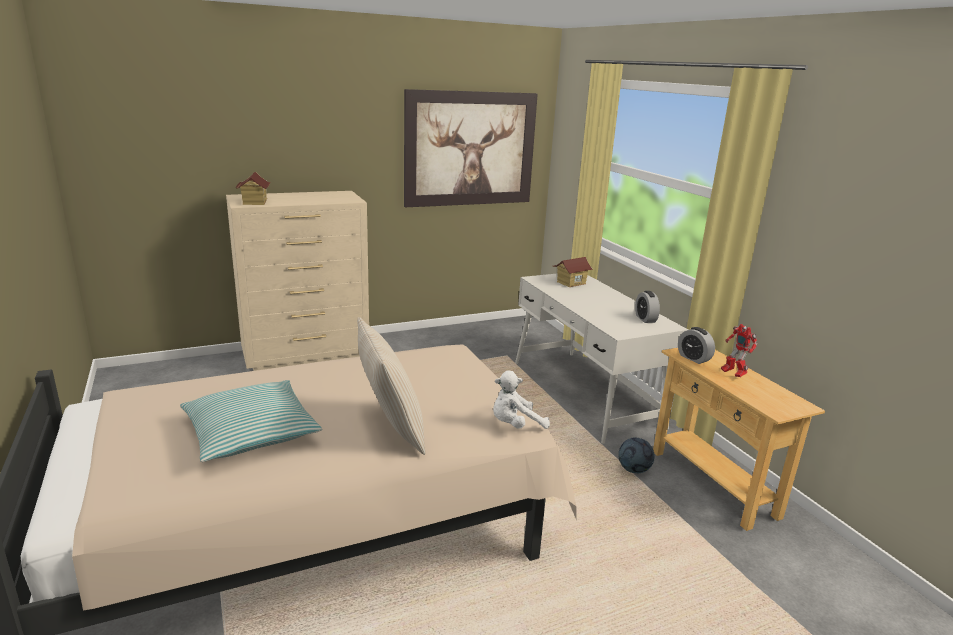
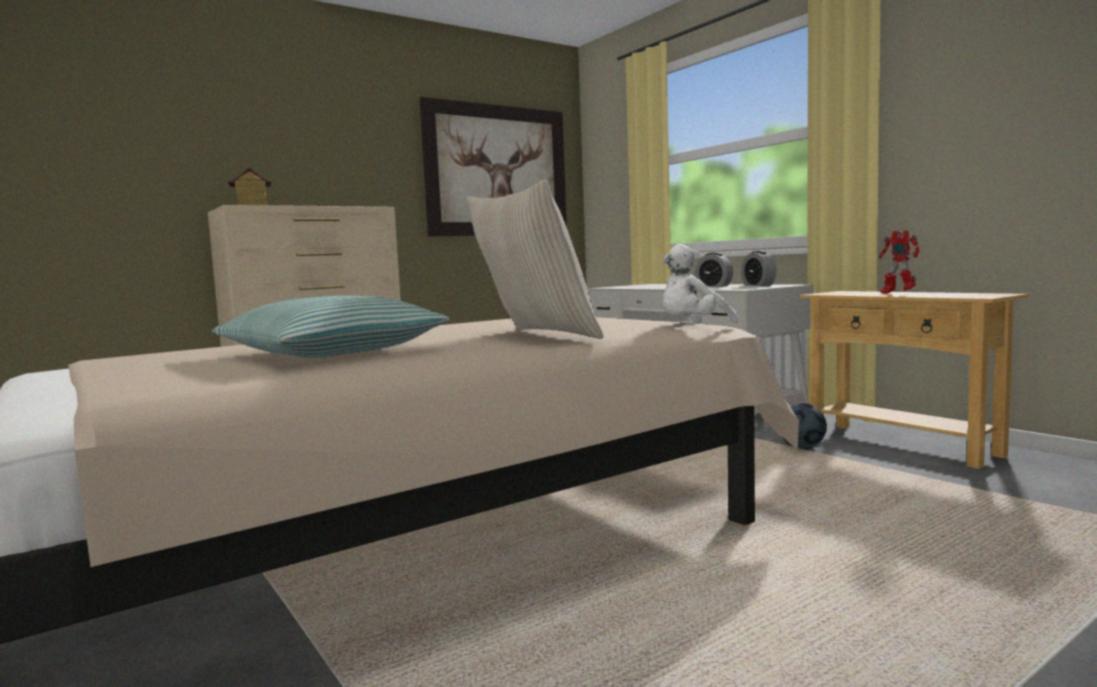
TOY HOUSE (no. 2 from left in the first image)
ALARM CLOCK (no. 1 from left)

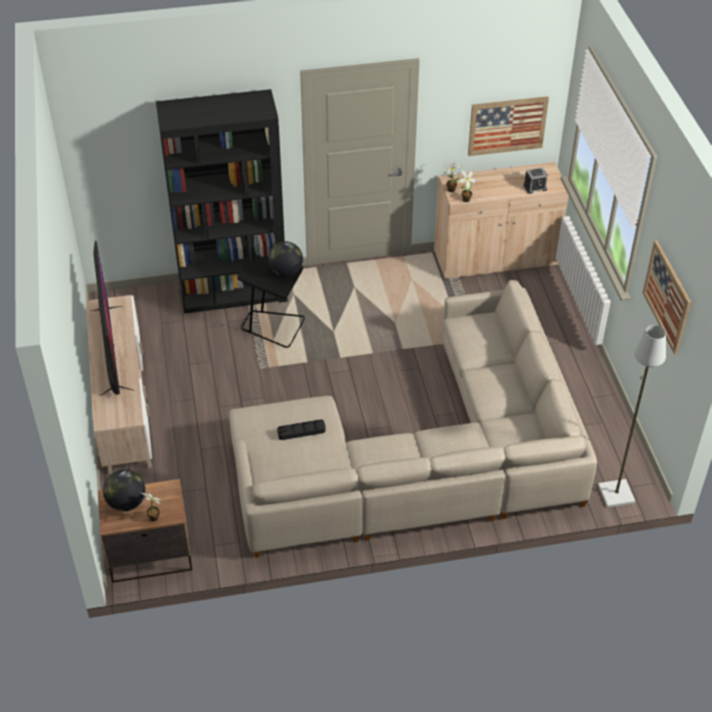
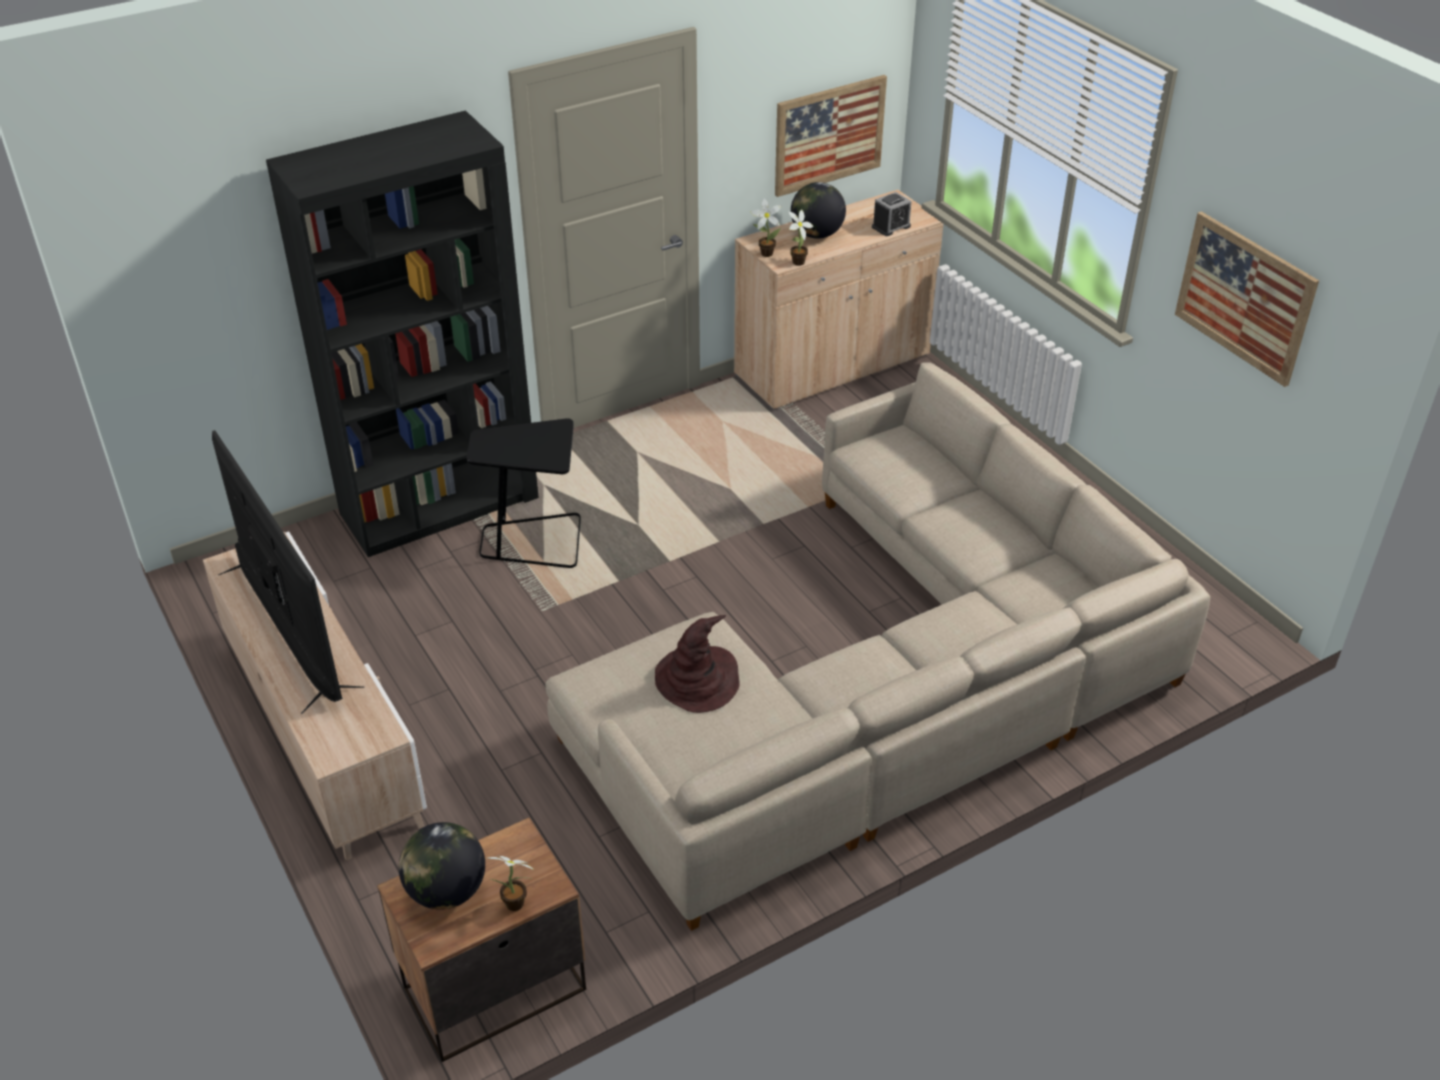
GREY FLOOR LAMP
GLOBE (no. 2 from left)
BROWN HAT

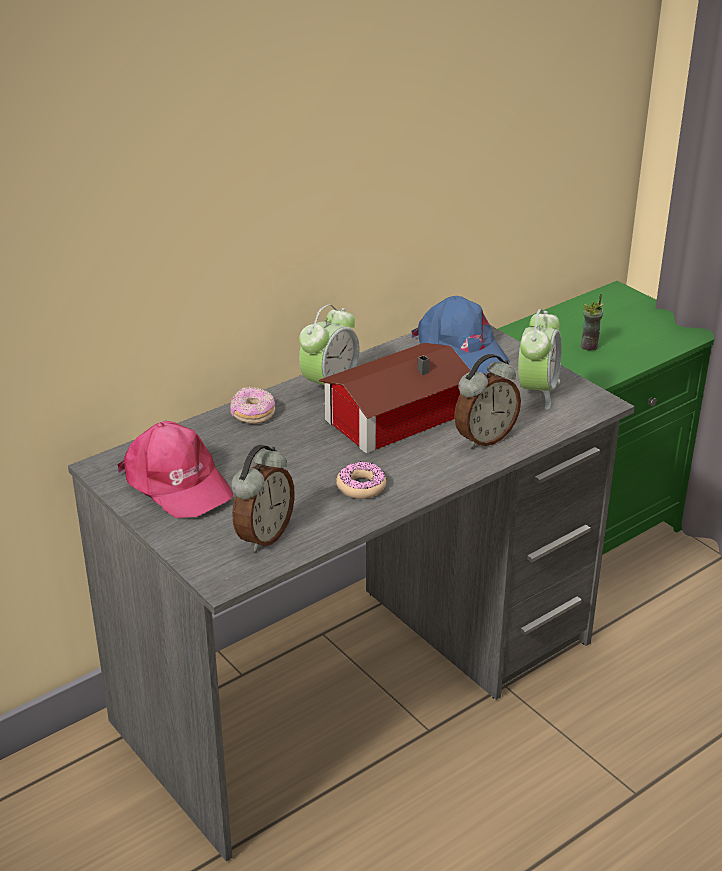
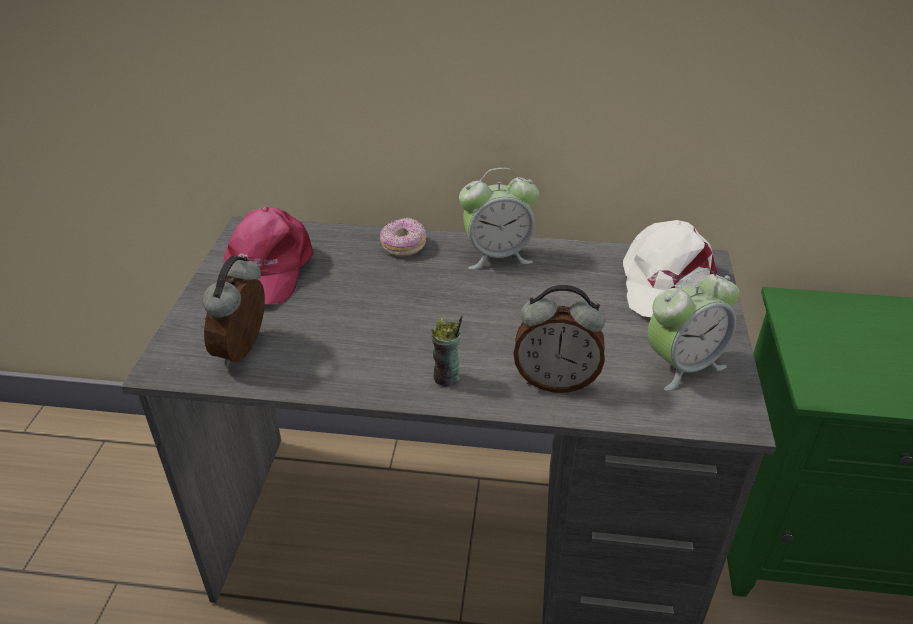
TOY HOUSE
DONUT (no. 2 from left in the first image)
CUP
WHITE CAP
ALARM CLOCK (no. 1 from left)

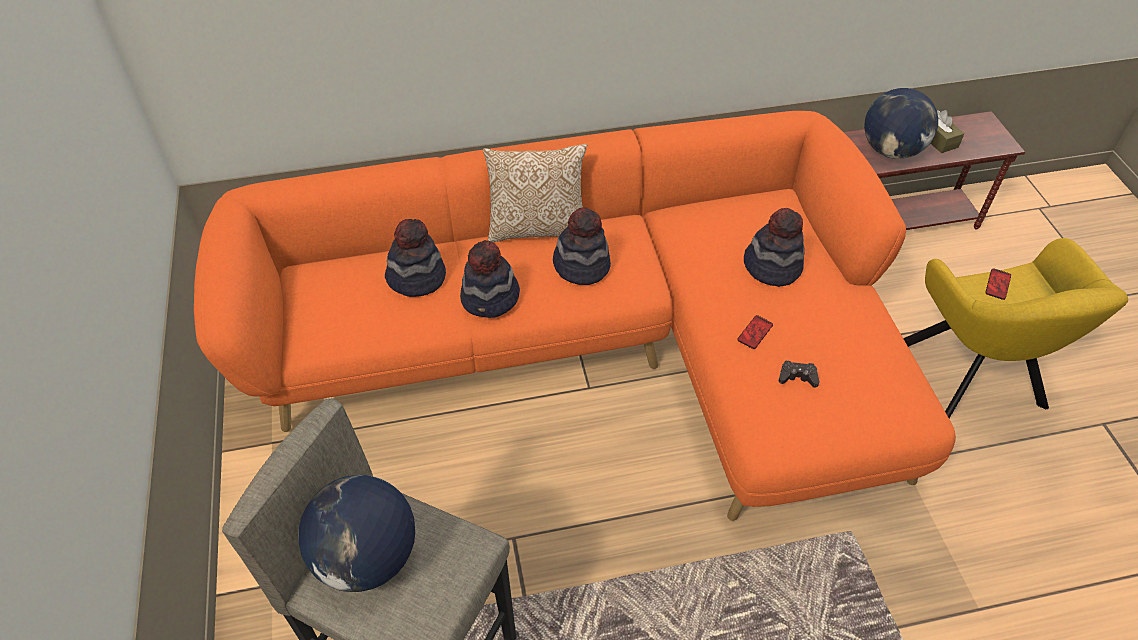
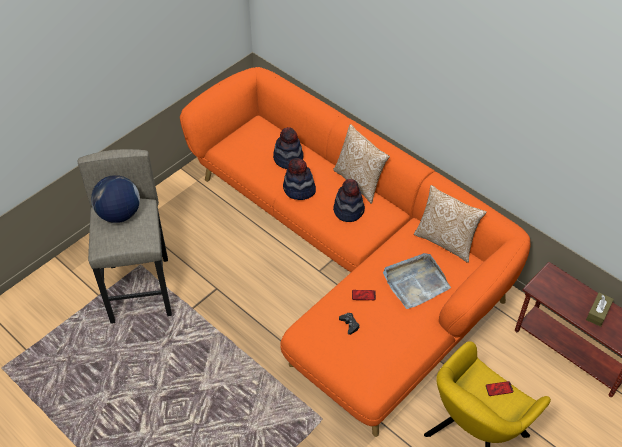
GLOBE (no. 2 from left in the first image)
PILLOW (no. 2 from left)
GREY TRAY

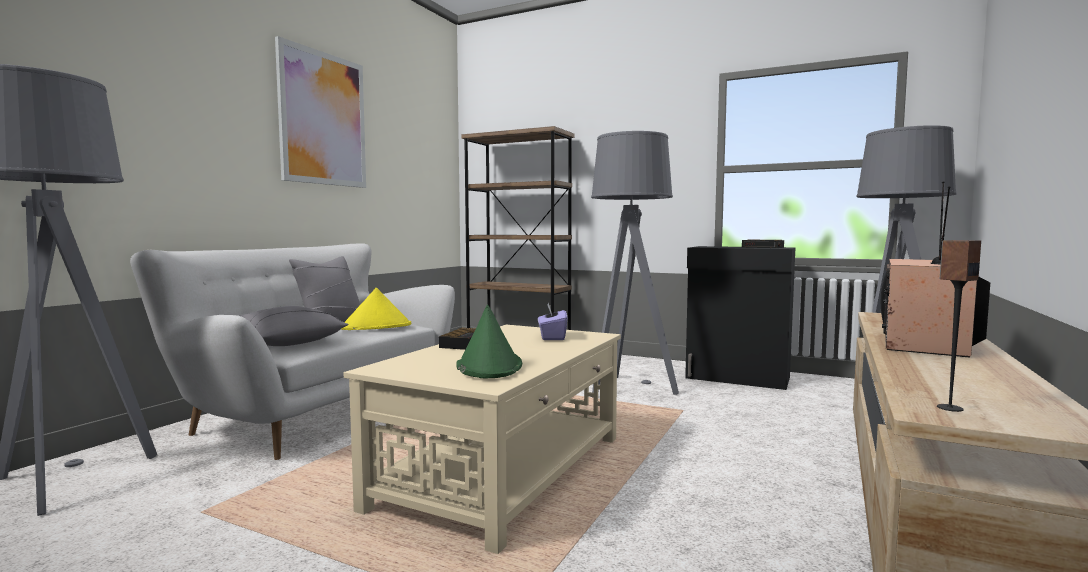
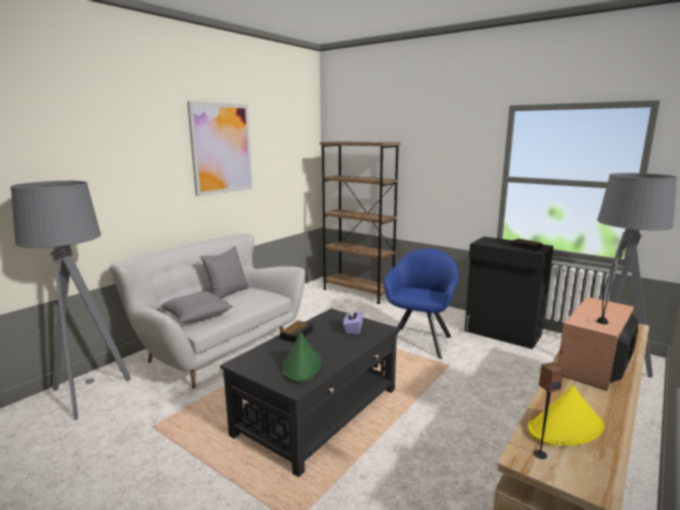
YELLOW HAT
BLUE ARMCHAIR
BLACK COFFEE TABLE

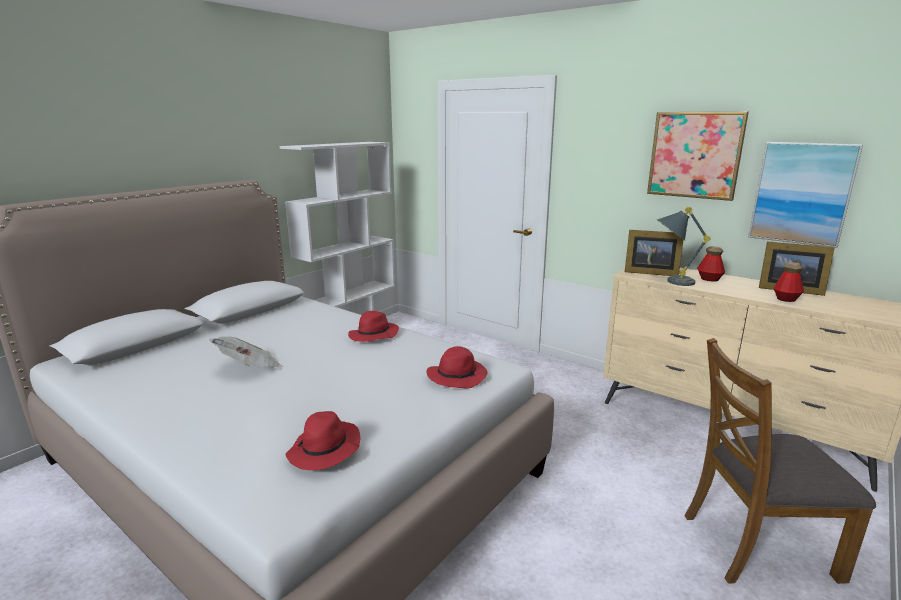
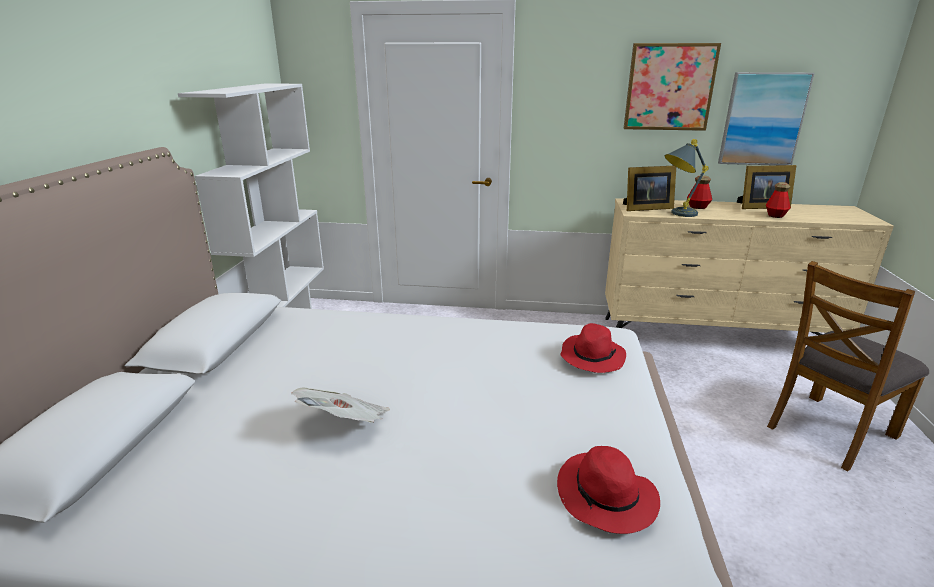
RED HAT (no. 2 from left in the first image)

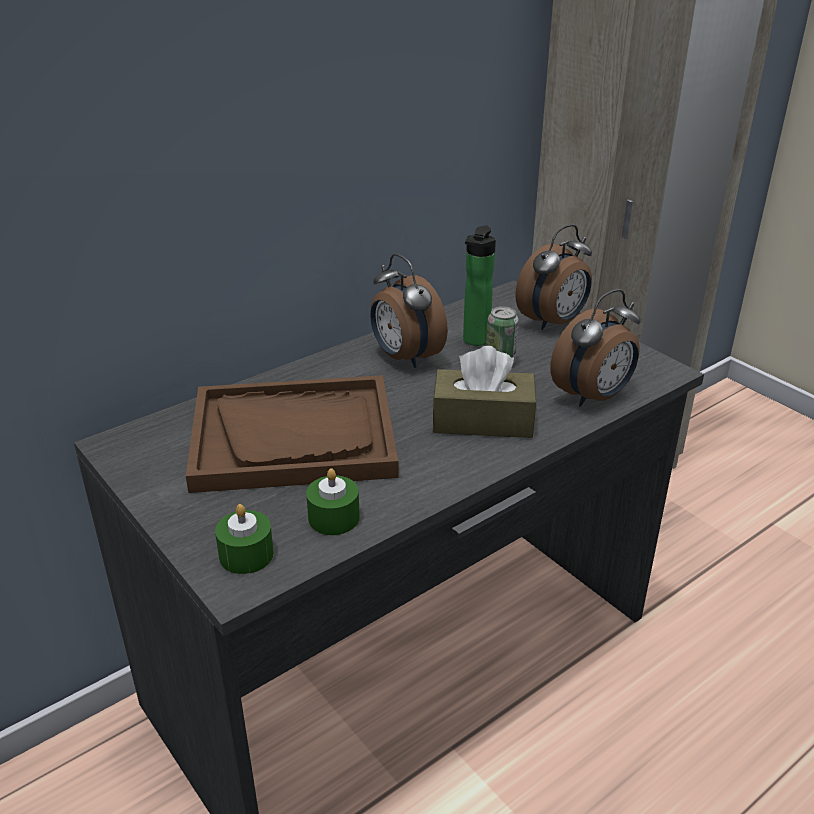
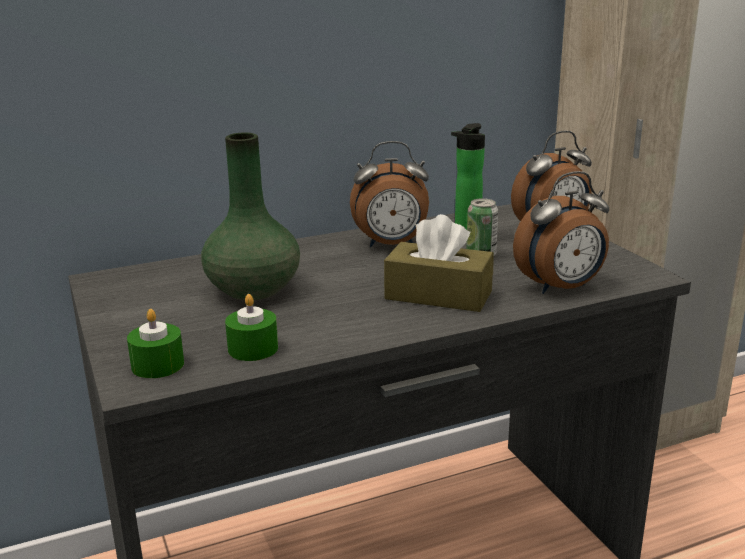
GREEN VASE
ALARM CLOCK (no. 1 from left)

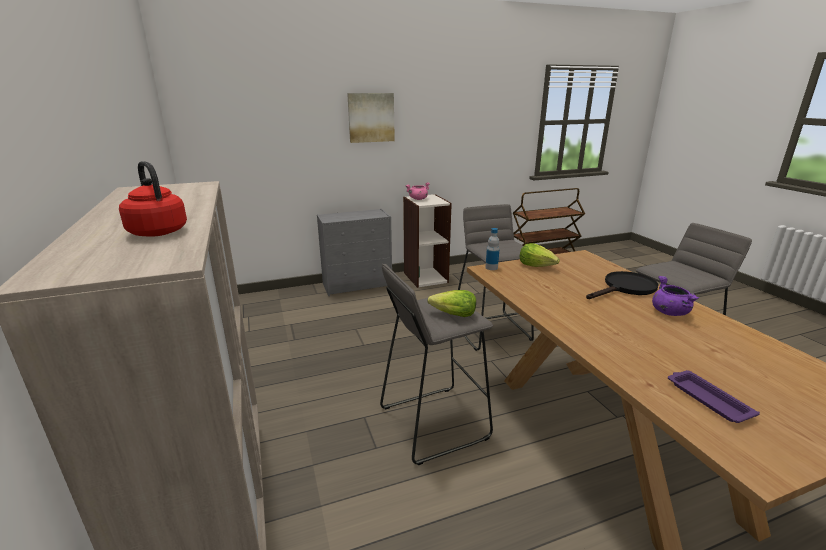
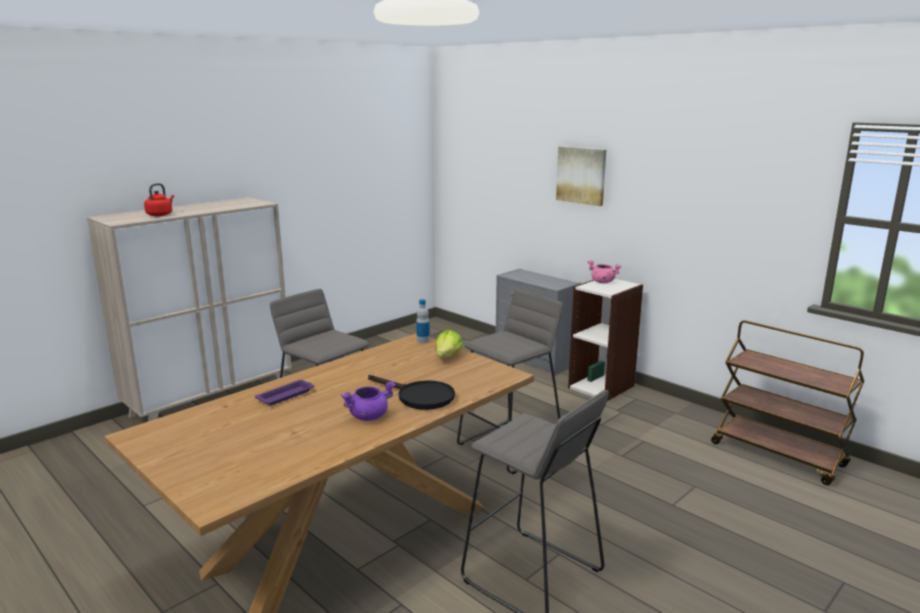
LETTUCE (no. 1 from left in the first image)
PURPLE TRAY

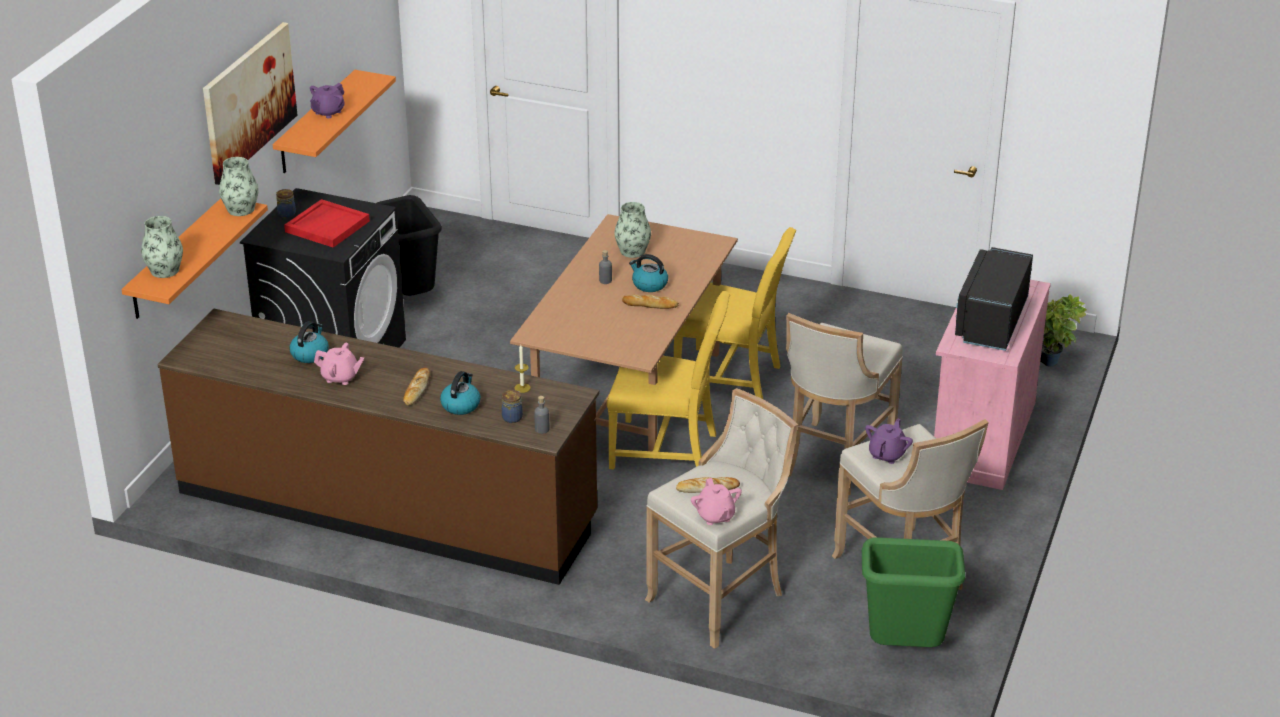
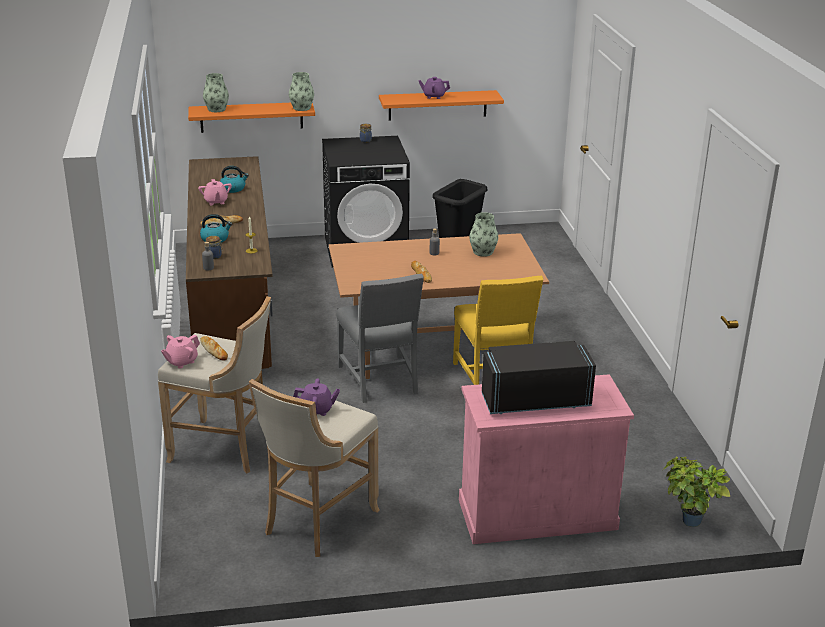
PICTURE
RED TRAY
KETTLE (no. 3 from left in the first image)
BEIGE STOOL (no. 2 from left in the first image)
GREEN TRASH CAN
GREY CHAIR

